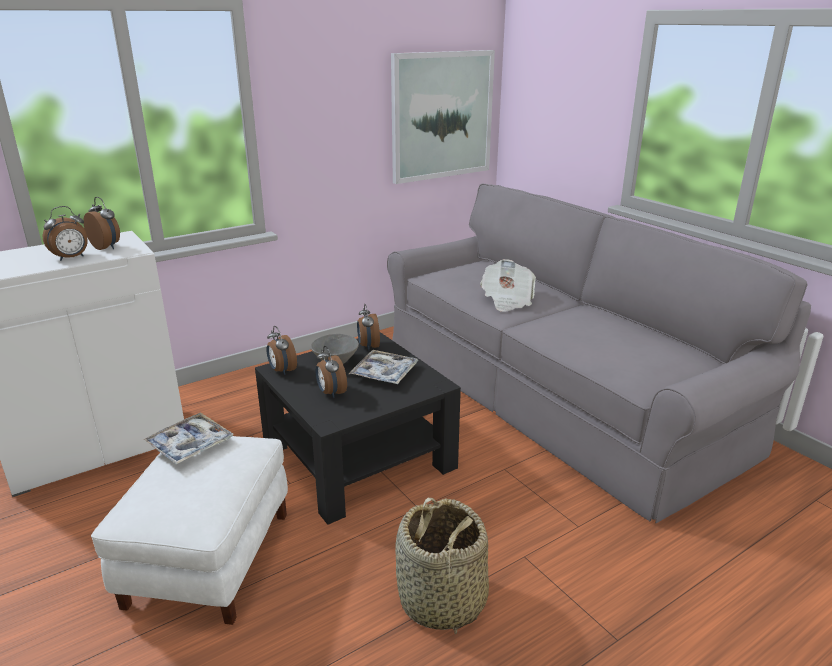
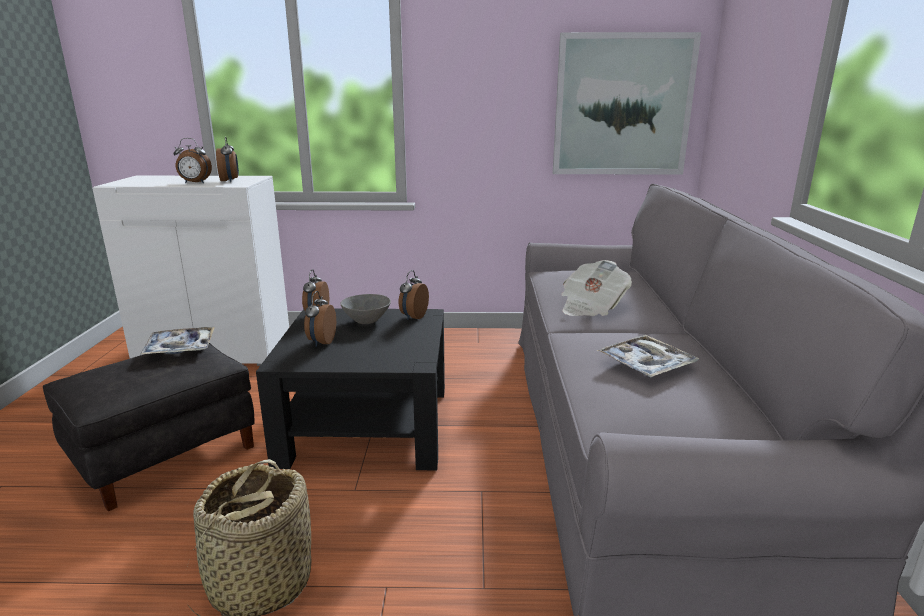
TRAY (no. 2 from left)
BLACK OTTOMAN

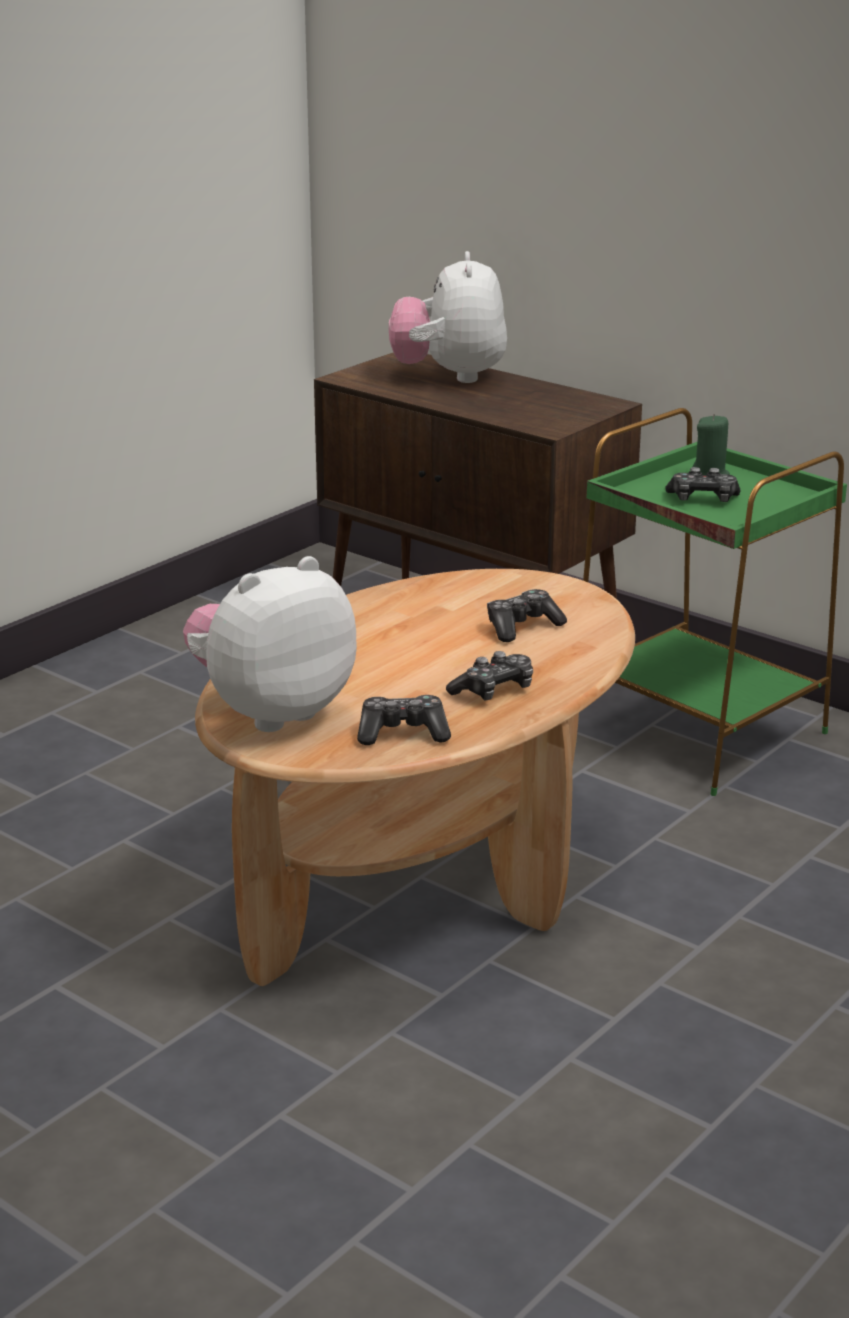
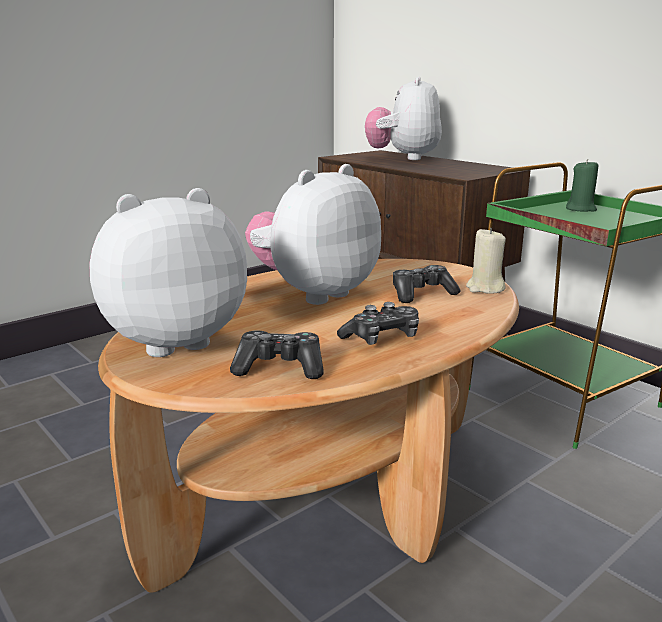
GAME CONTROLLER (no. 4 from left in the first image)
PLUSH TOY (no. 2 from left)
BEIGE CANDLE

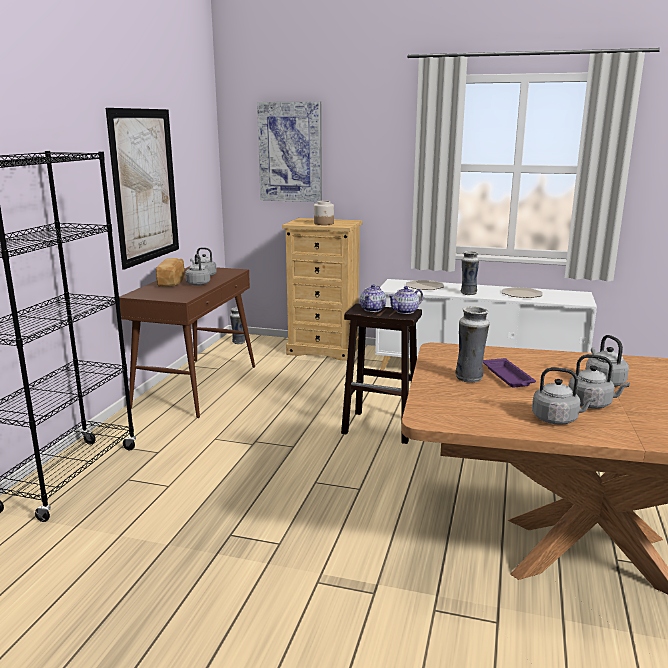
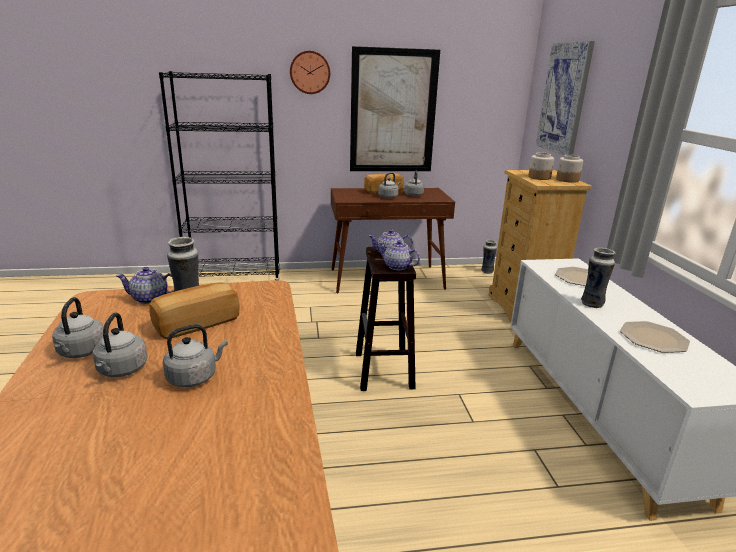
TEAPOT (no. 1 from left)
WALL CLOCK
JAR (no. 2 from left)
BREAD (no. 1 from left)

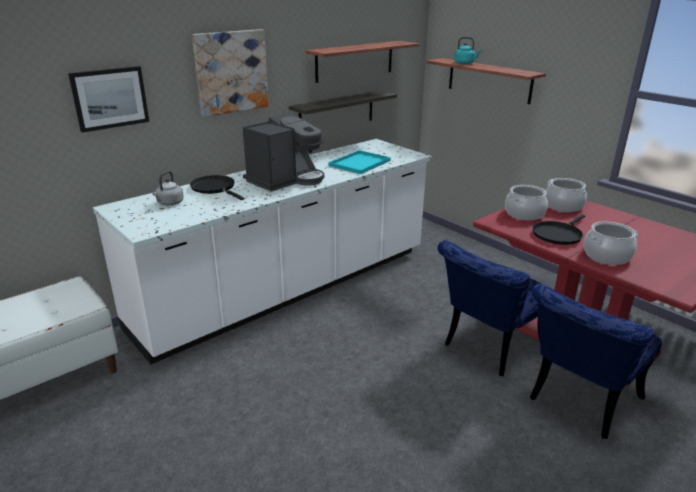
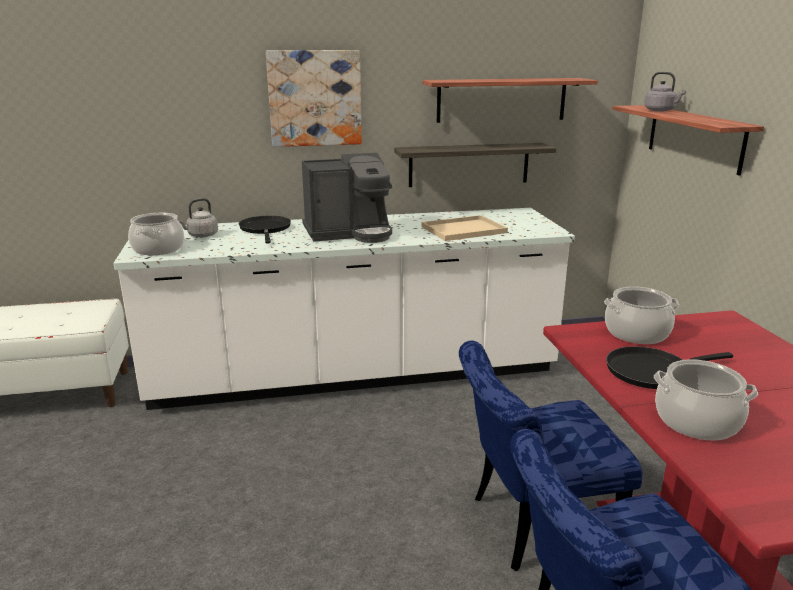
PICTURE (no. 1 from left in the first image)
COOKING POT (no. 1 from left)
BEIGE TRAY
GREY KETTLE (no. 2 from left)

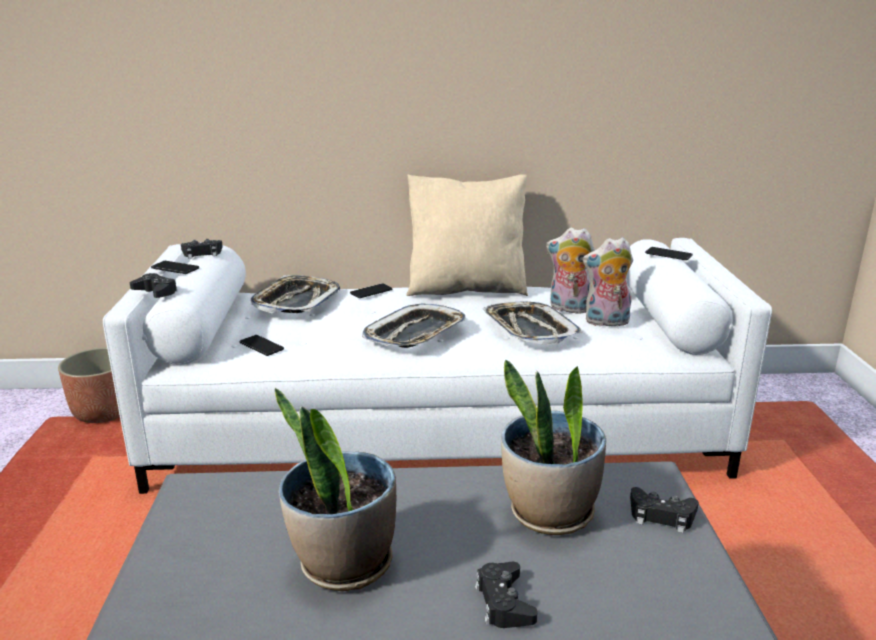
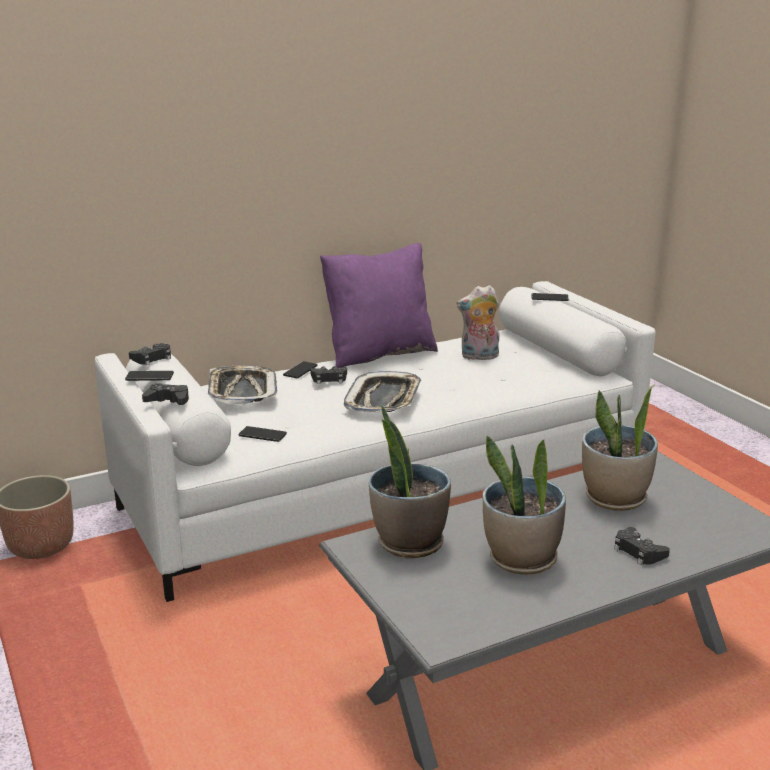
TRAY (no. 3 from left in the first image)
PLUSH TOY (no. 2 from left in the first image)
POTTED PLANT (no. 1 from left)
BLACK GAME CONTROLLER (no. 3 from left)
PURPLE PILLOW

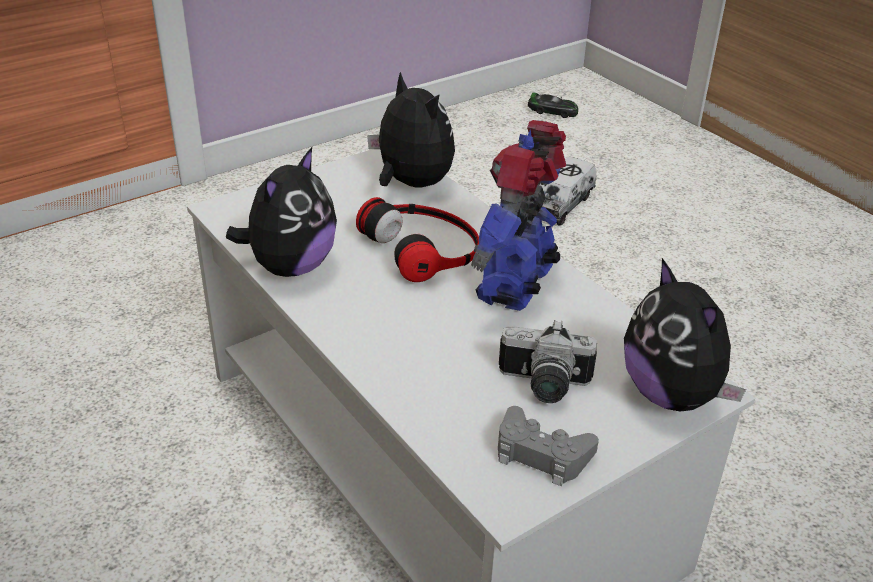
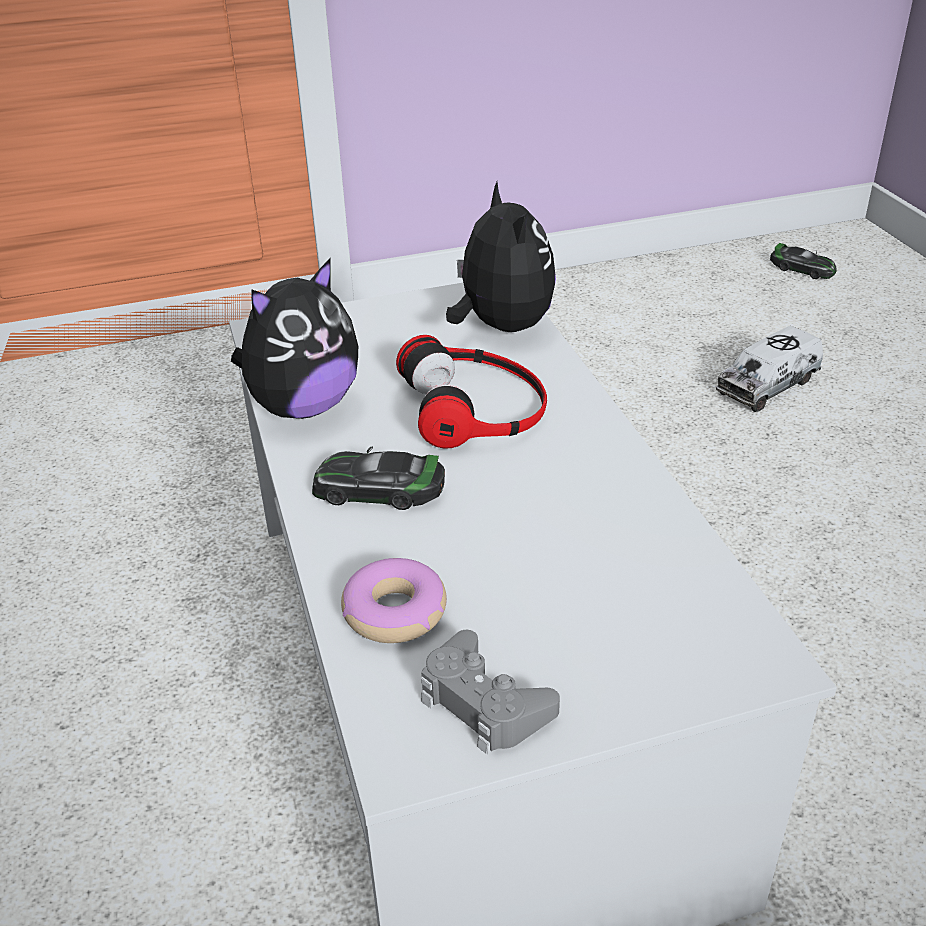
TOY ROBOT
PHOTO CAMERA
PLUSH TOY (no. 3 from left in the first image)
TOY CAR (no. 1 from left)
DONUT

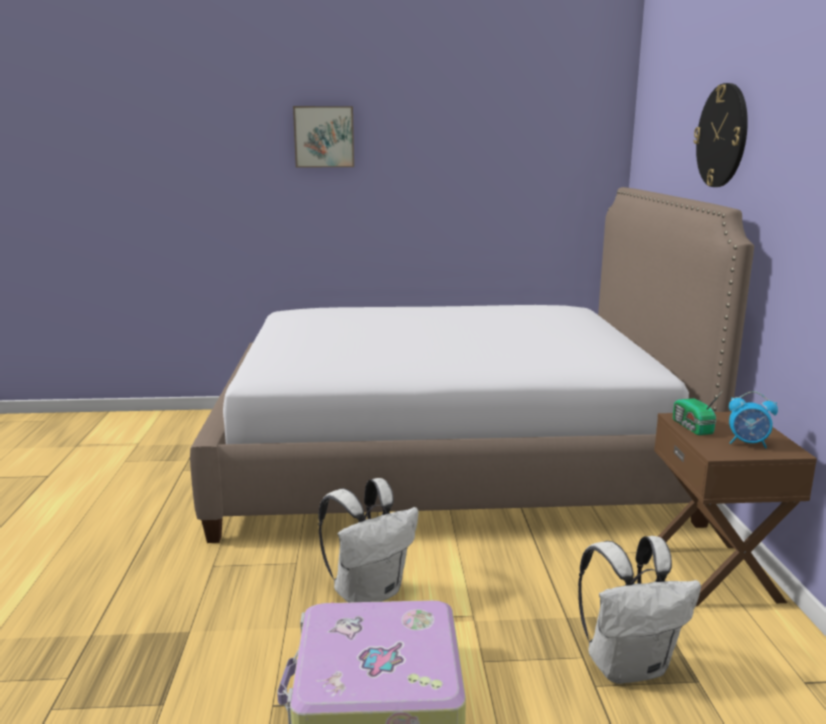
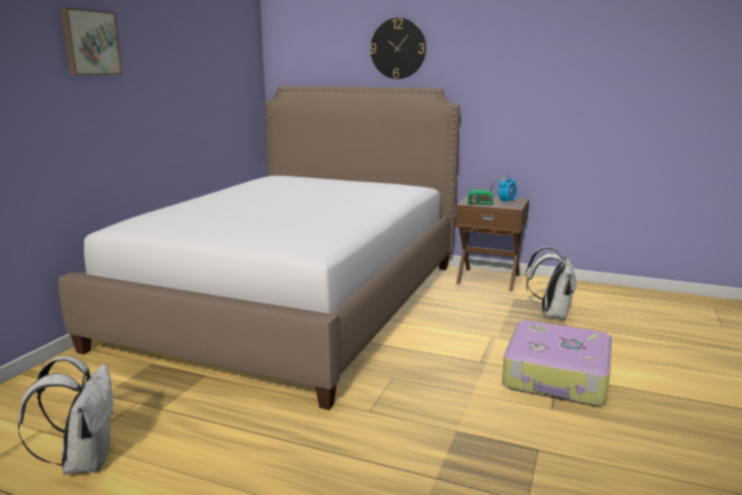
WHITE BACKPACK (no. 1 from left)

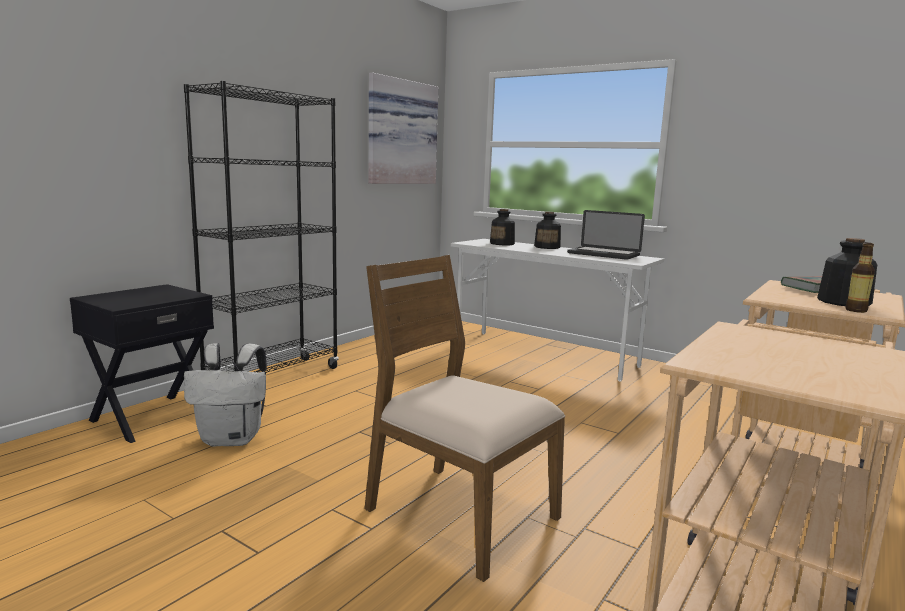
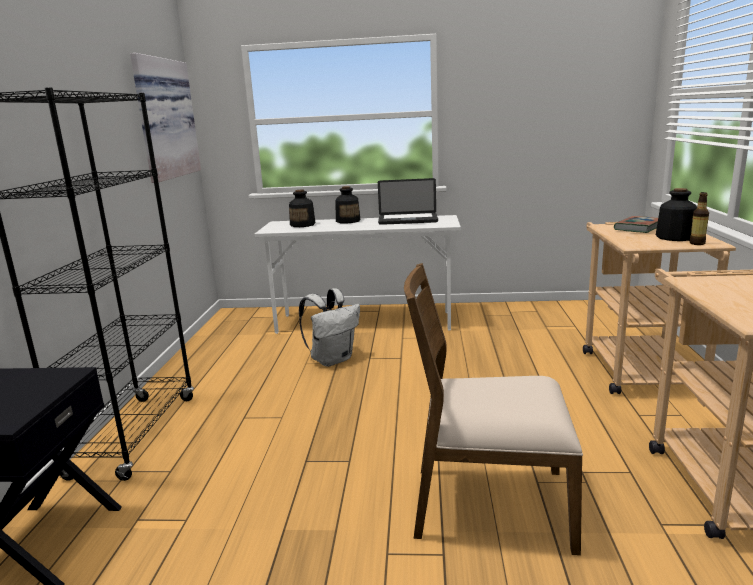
WHITE BACKPACK

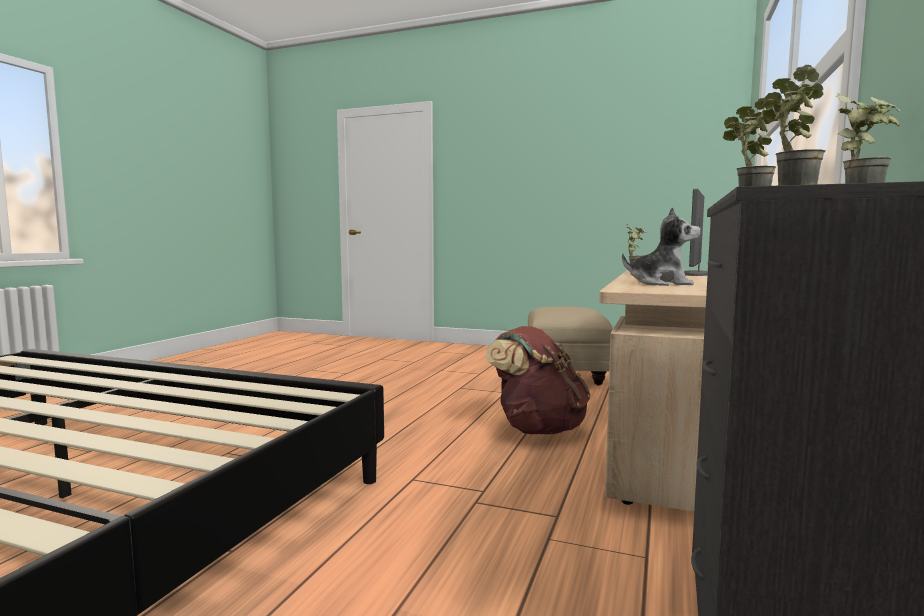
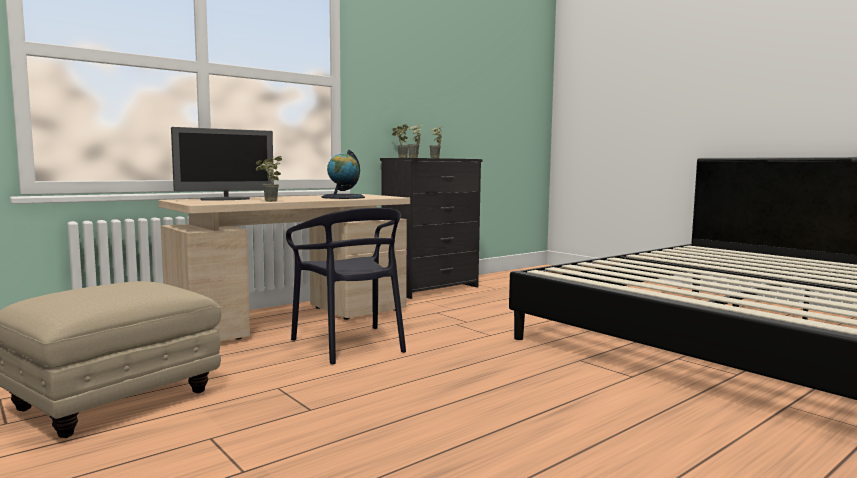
BLACK CHAIR
GLOBE

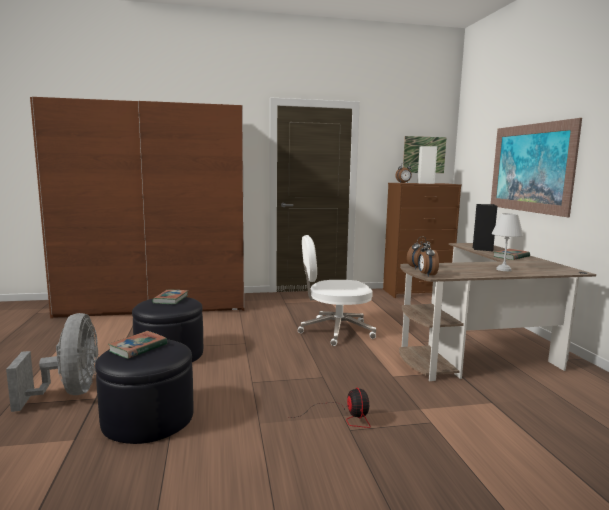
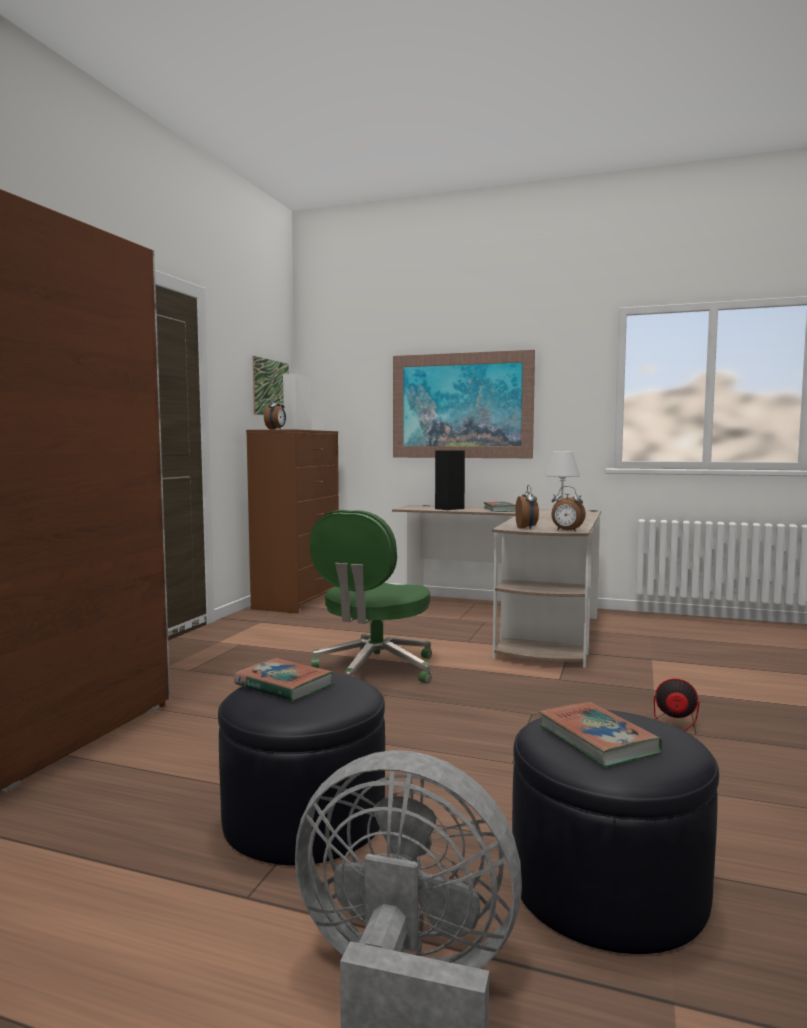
GREEN OFFICE CHAIR

